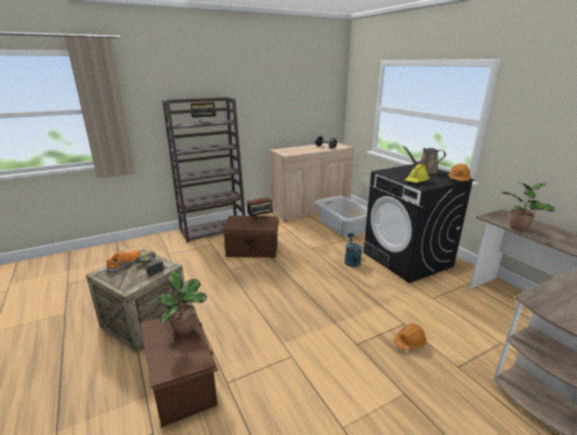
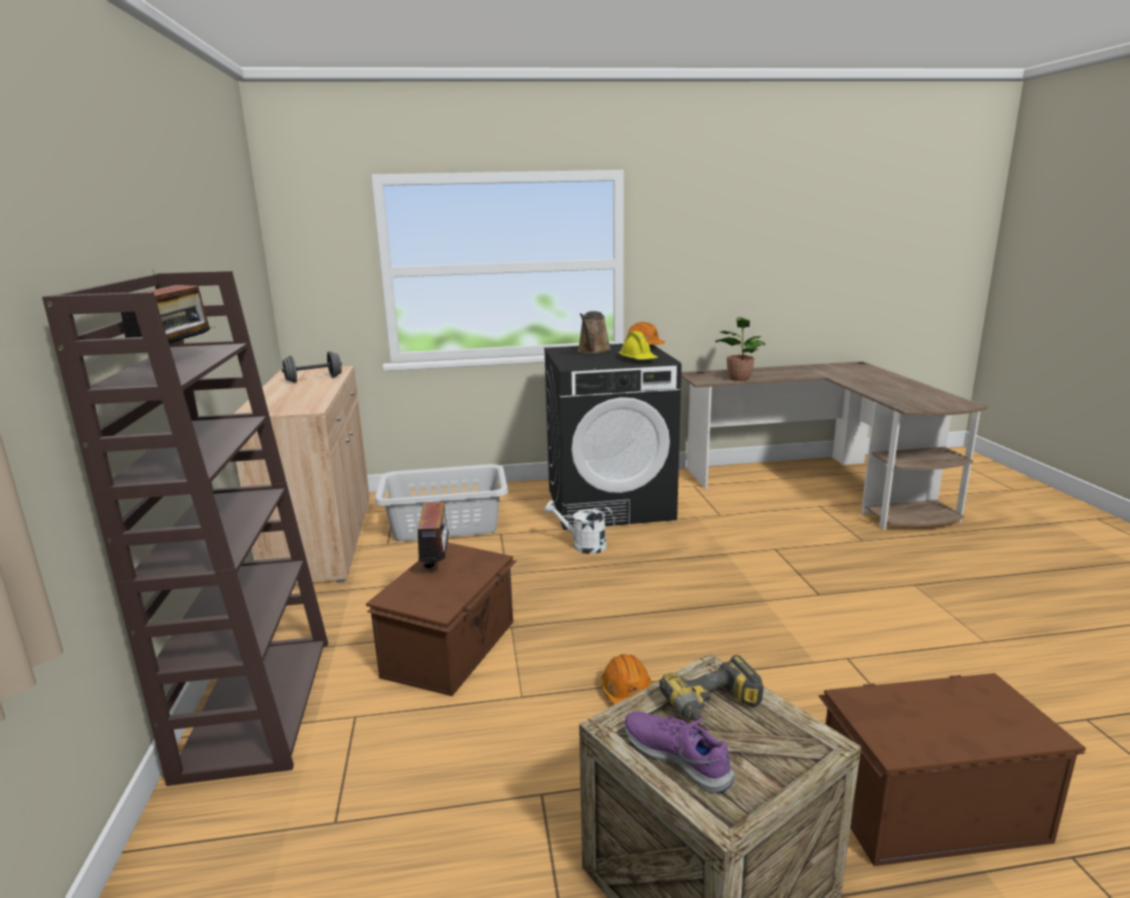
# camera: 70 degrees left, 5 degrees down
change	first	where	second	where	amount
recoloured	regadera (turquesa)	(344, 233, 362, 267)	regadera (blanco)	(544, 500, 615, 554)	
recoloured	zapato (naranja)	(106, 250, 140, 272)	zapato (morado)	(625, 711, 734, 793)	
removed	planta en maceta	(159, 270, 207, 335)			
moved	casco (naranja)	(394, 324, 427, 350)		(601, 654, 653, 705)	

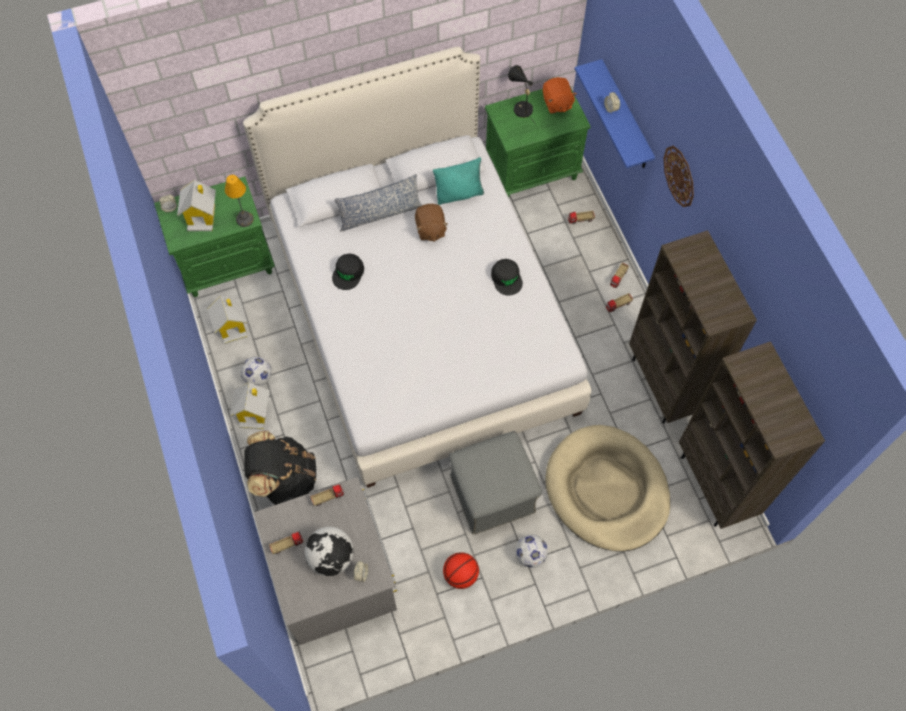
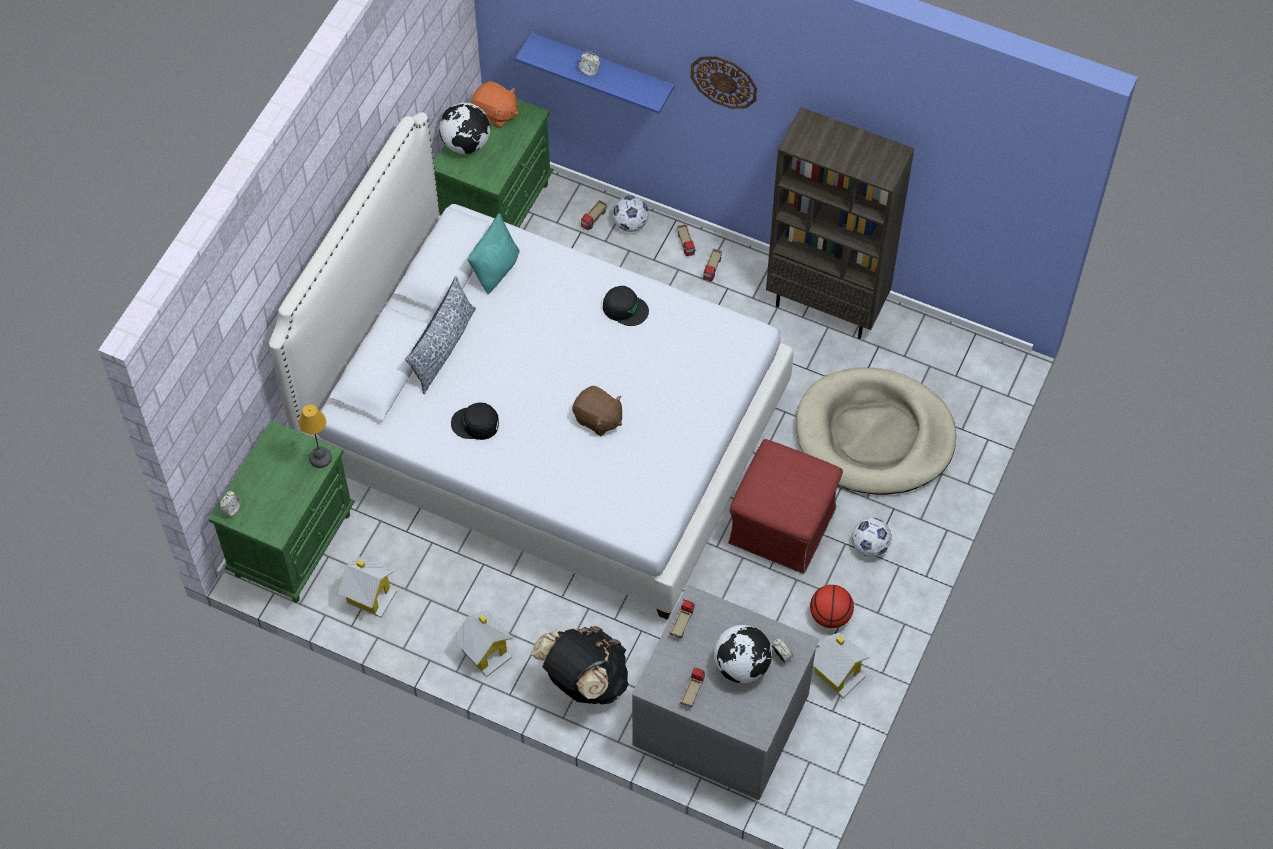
# camera: 45 degrees left, 5 degrees down
change	first	where	second	where	amount
replaced	lámpara de mesa (negro)	(508, 65, 535, 123)	globo terráqueo	(439, 103, 491, 154)	
moved	casita	(177, 180, 216, 231)		(813, 632, 869, 698)	
moved	peluche (marrón)	(415, 204, 448, 242)		(572, 386, 622, 436)	
turned	gorra (negro)	(332, 253, 364, 290)		(451, 402, 499, 440)	120 degrees clockwise
removed	estantería (marrón)	(679, 341, 825, 529)			
moved	balón de fútbol	(241, 357, 272, 386)		(613, 196, 649, 232)	
recoloured	puf (gris)	(449, 431, 542, 535)	puf (rojo)	(728, 439, 843, 574)	

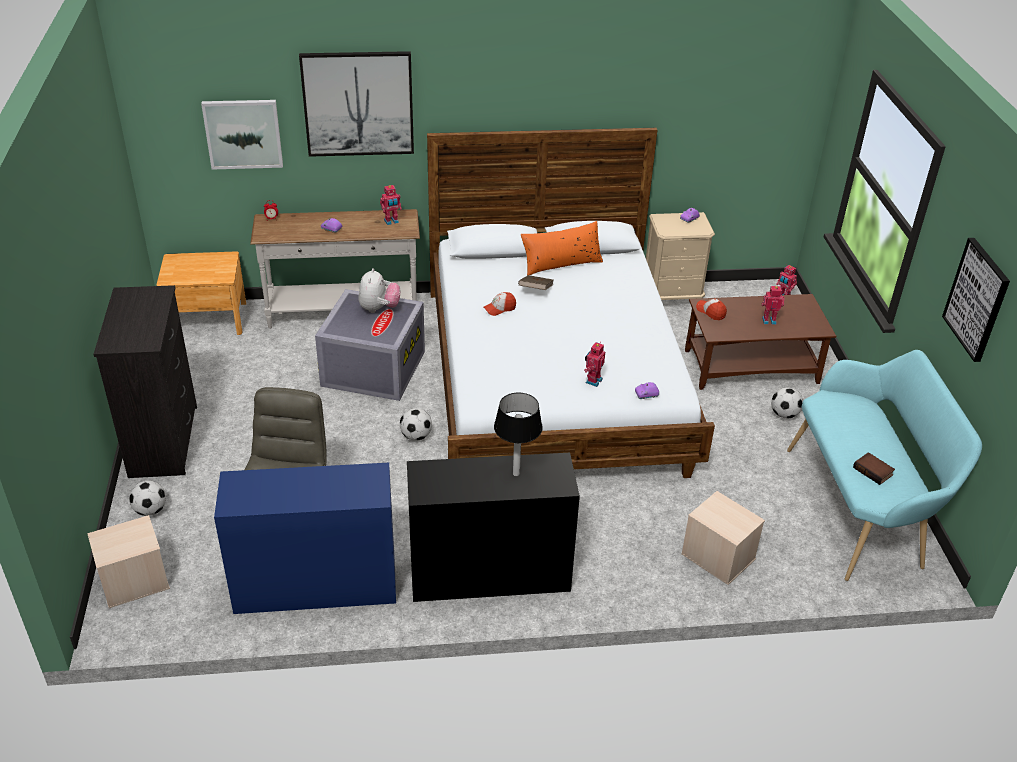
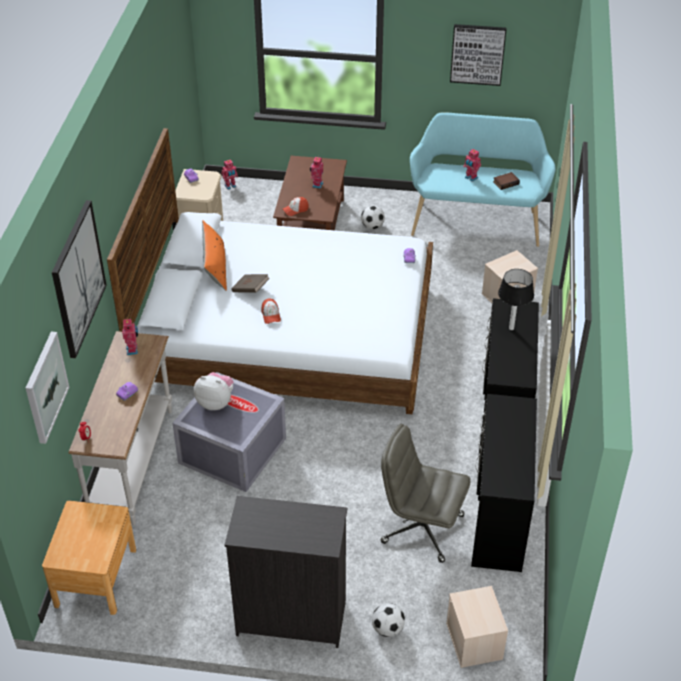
# camera: 75 degrees left, 5 degrees up
change	first	where	second	where	amount
moved	robot de juguete	(584, 342, 605, 387)		(463, 149, 481, 182)	
removed	balón de fútbol	(400, 408, 432, 441)			
recoloured	escritorio (azul)	(214, 463, 396, 614)	escritorio (negro)	(471, 394, 537, 572)	

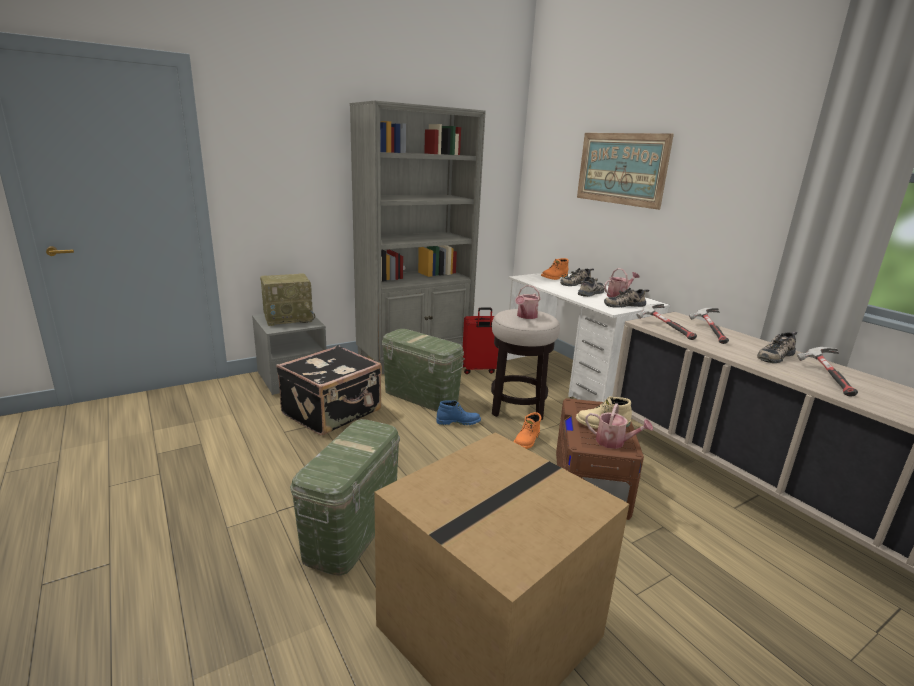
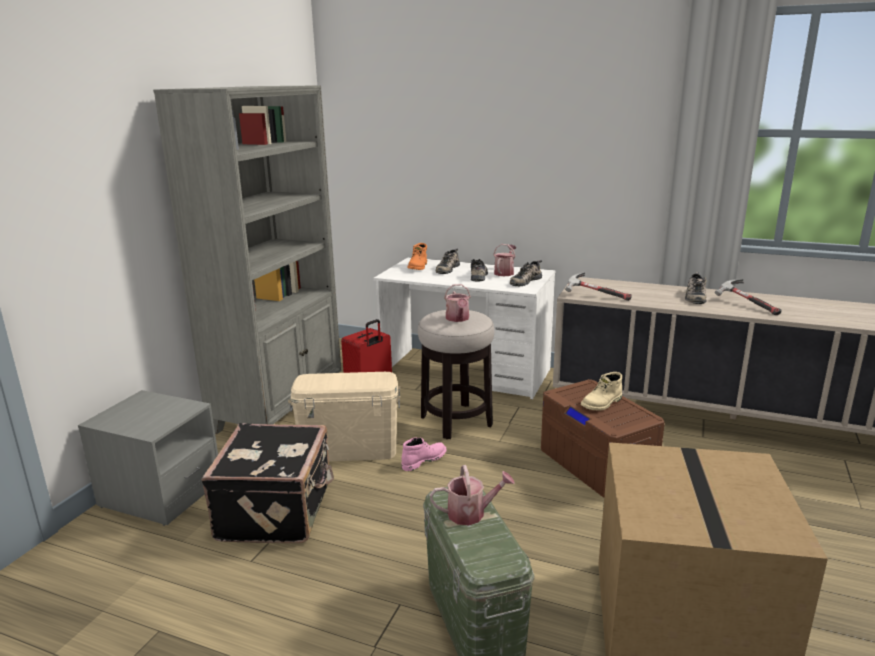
# camera: 35 degrees left, 0 degrees up
change	first	where	second	where	amount
removed	cuadro	(577, 133, 674, 210)			
removed	radio	(260, 273, 315, 326)			
removed	martillo	(689, 308, 729, 344)			
recoloured	caja de almacenaje (verde)	(382, 329, 465, 412)	caja de almacenaje (beis)	(288, 372, 400, 461)	
recoloured	bota (azul)	(436, 400, 481, 425)	bota (rosa)	(401, 437, 447, 471)	
moved	regadera	(585, 403, 653, 449)		(430, 465, 515, 525)	
removed	bota (naranja)	(514, 412, 541, 449)			

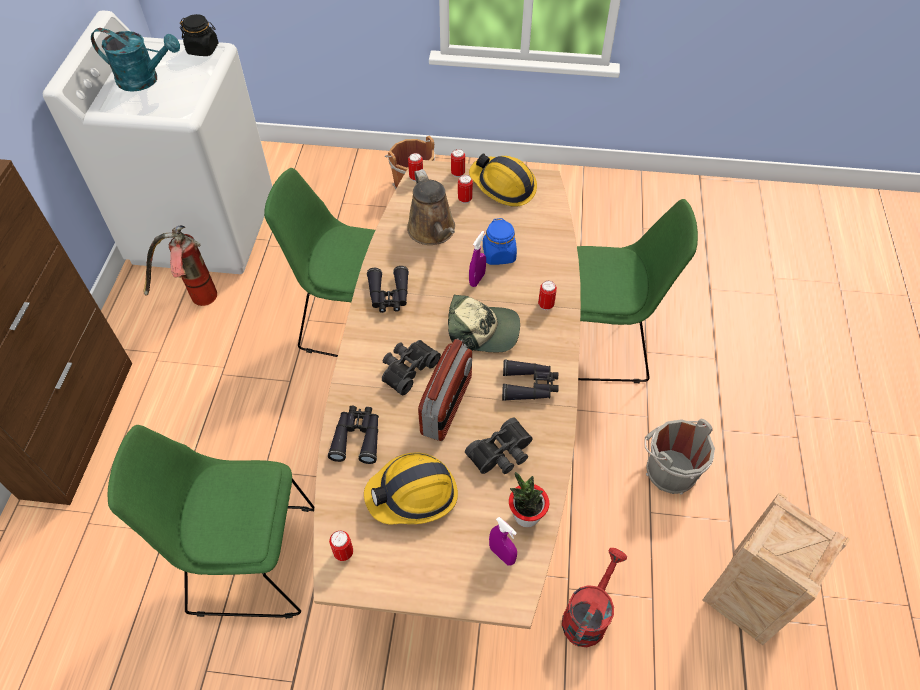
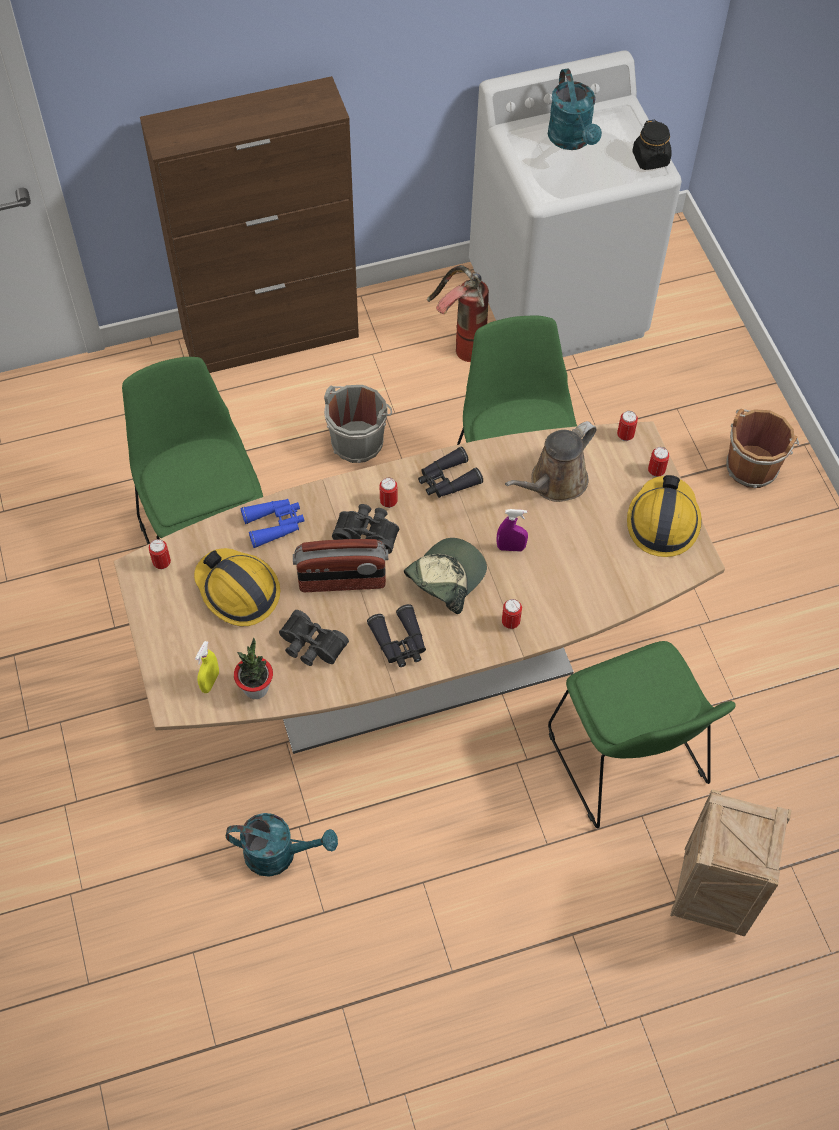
# camera: 65 degrees right, 5 degrees up
change	first	where	second	where	amount
moved	lata	(458, 175, 473, 204)		(380, 478, 398, 508)	
removed	tarro (azul)	(483, 218, 517, 265)			
turned	gorra	(448, 295, 520, 353)		(404, 538, 487, 614)	120 degrees counterclockwise
recoloured	prismáticos (negro)	(328, 406, 379, 464)	prismáticos (azul)	(240, 499, 305, 548)	
moved	cubo (gris)	(644, 418, 715, 495)		(324, 385, 392, 463)	
moved	caja de embalaje	(703, 492, 850, 645)		(670, 789, 792, 936)	
recoloured	pulverizador (morado)	(489, 517, 517, 565)	pulverizador (amarillo)	(195, 641, 219, 693)	
recoloured	regadera (rojo)	(562, 548, 627, 647)	regadera (turquesa)	(226, 813, 338, 877)	

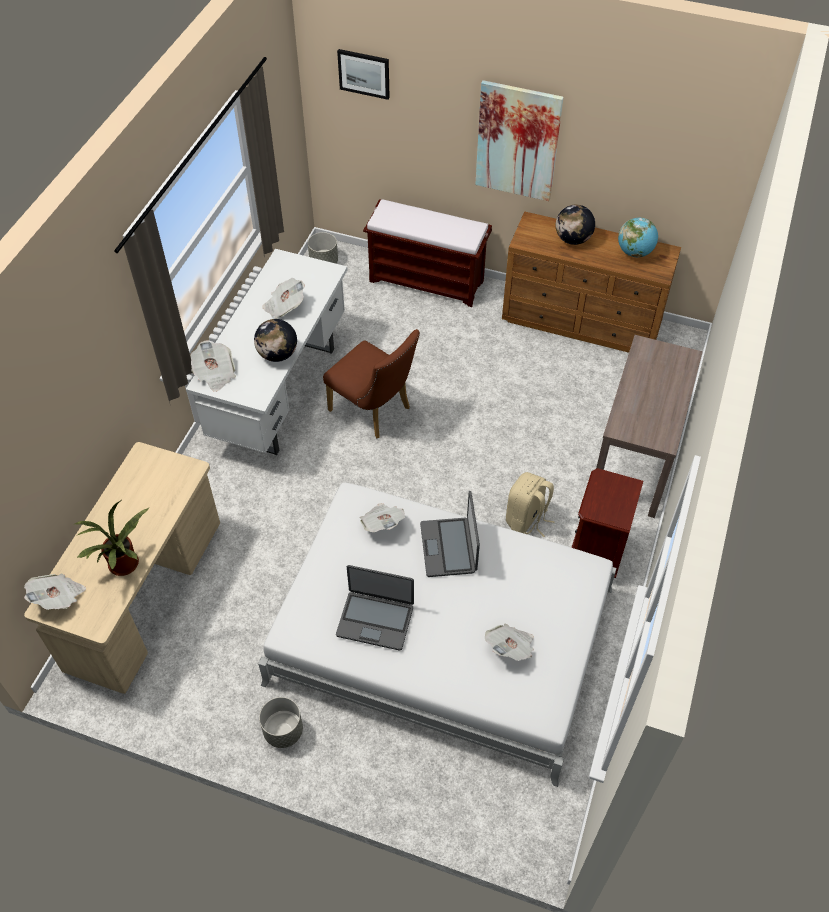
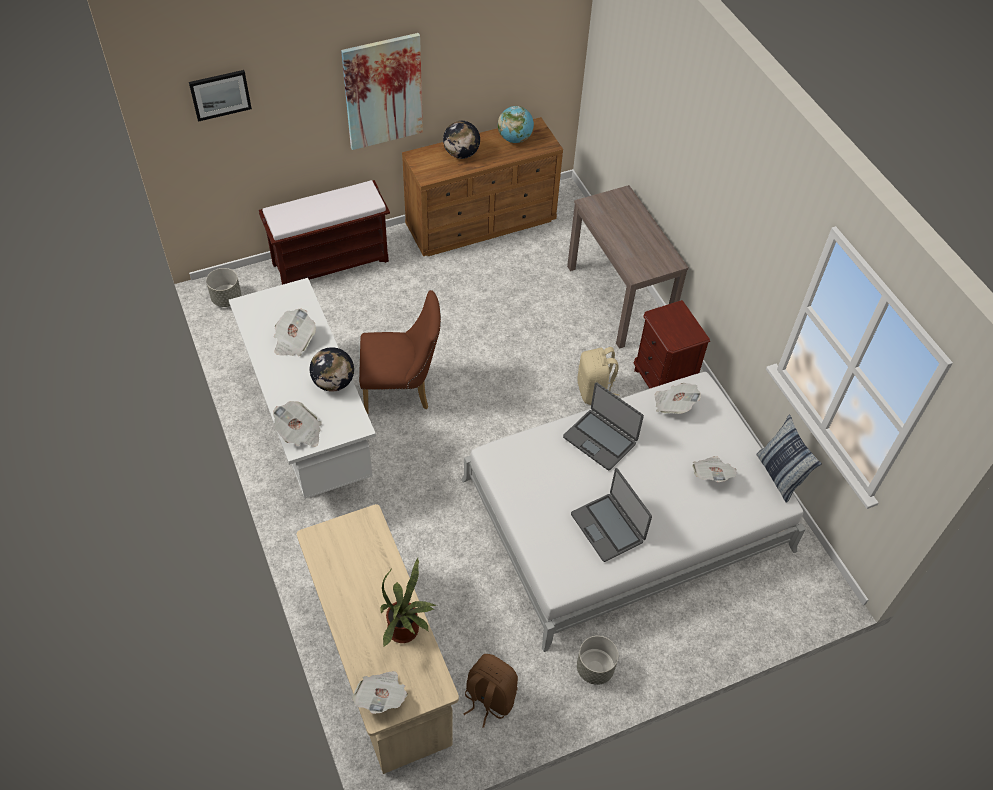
# camera: 45 degrees left, 0 degrees up
change	first	where	second	where	amount
moved	periódico	(359, 503, 406, 532)		(655, 383, 701, 414)	
turned	portátil	(336, 565, 414, 651)		(571, 468, 652, 562)	90 degrees clockwise
added			cojín	(756, 414, 822, 503)	
added			mochila (marrón)	(464, 654, 518, 728)	

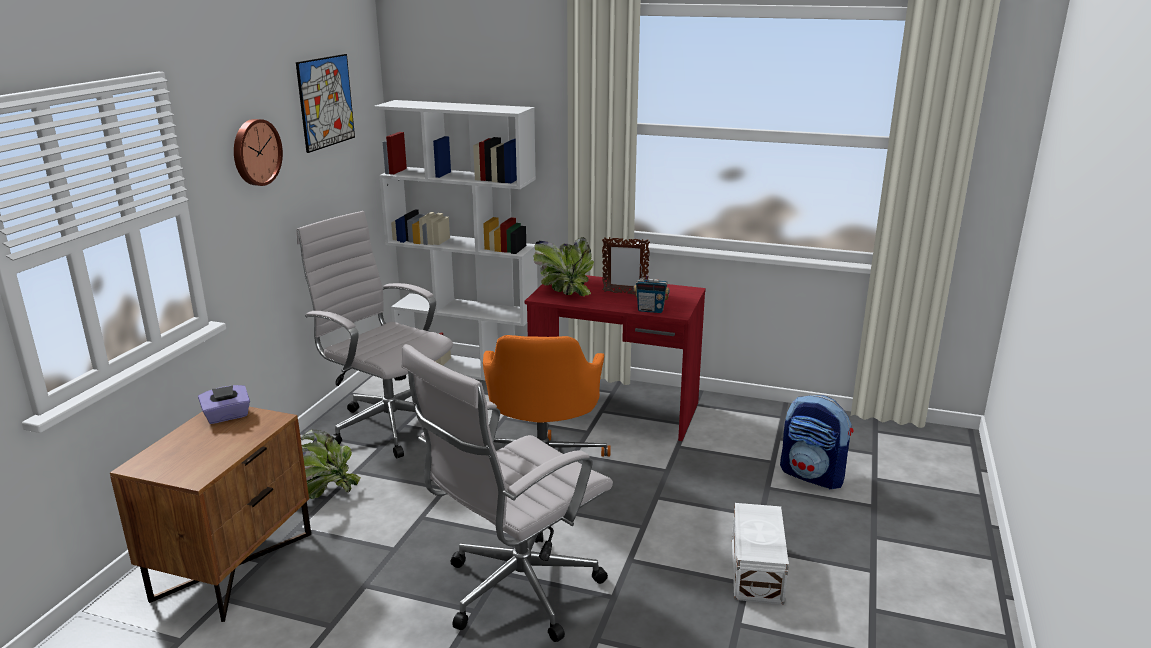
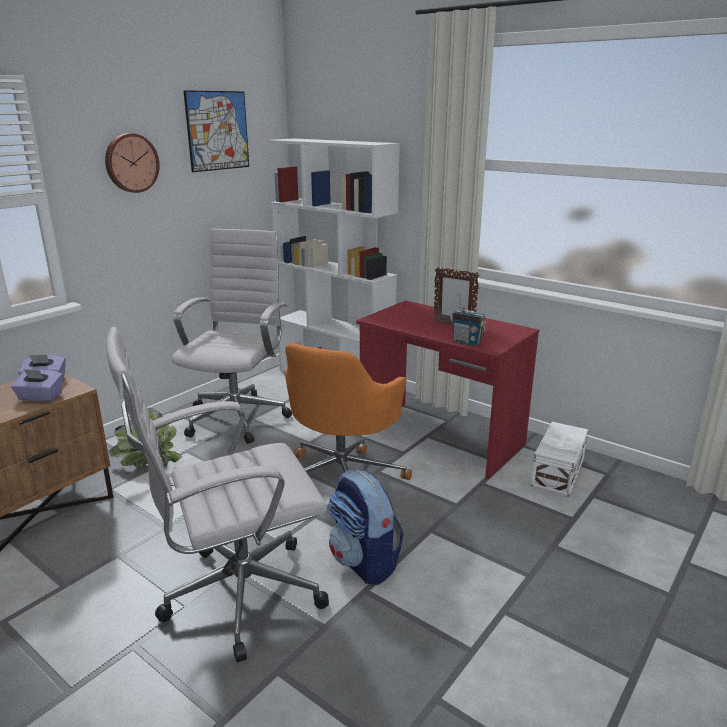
# camera: 20 degrees right, 0 degrees up
change	first	where	second	where	amount
turned	silla de oficina (blanco)	(296, 211, 453, 458)		(171, 229, 292, 444)	45 degrees clockwise
removed	planta en maceta	(533, 237, 594, 296)			
moved	mochila	(780, 395, 854, 489)		(329, 469, 404, 585)	
moved	caja de almacenaje (blanco)	(732, 503, 789, 604)		(531, 422, 588, 497)	
added			caja de pañuelos (morado)	(11, 369, 63, 402)	

